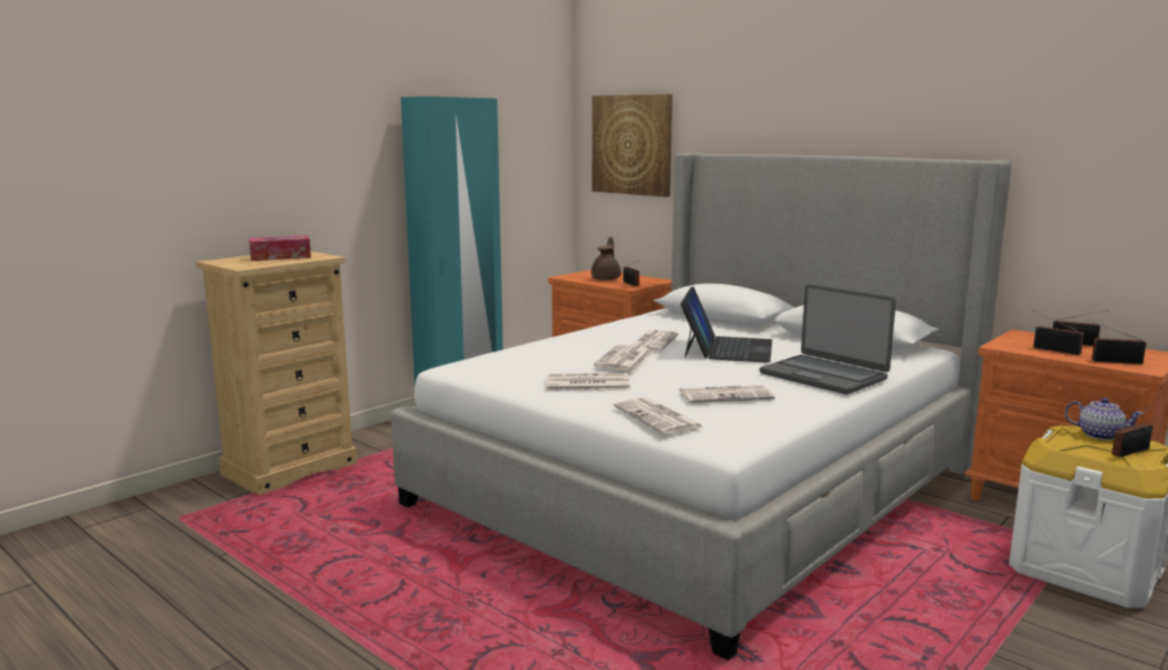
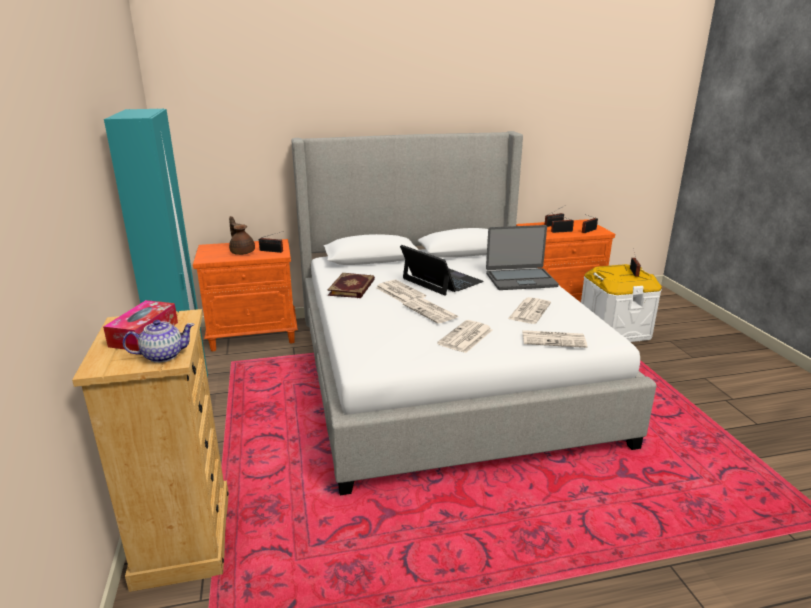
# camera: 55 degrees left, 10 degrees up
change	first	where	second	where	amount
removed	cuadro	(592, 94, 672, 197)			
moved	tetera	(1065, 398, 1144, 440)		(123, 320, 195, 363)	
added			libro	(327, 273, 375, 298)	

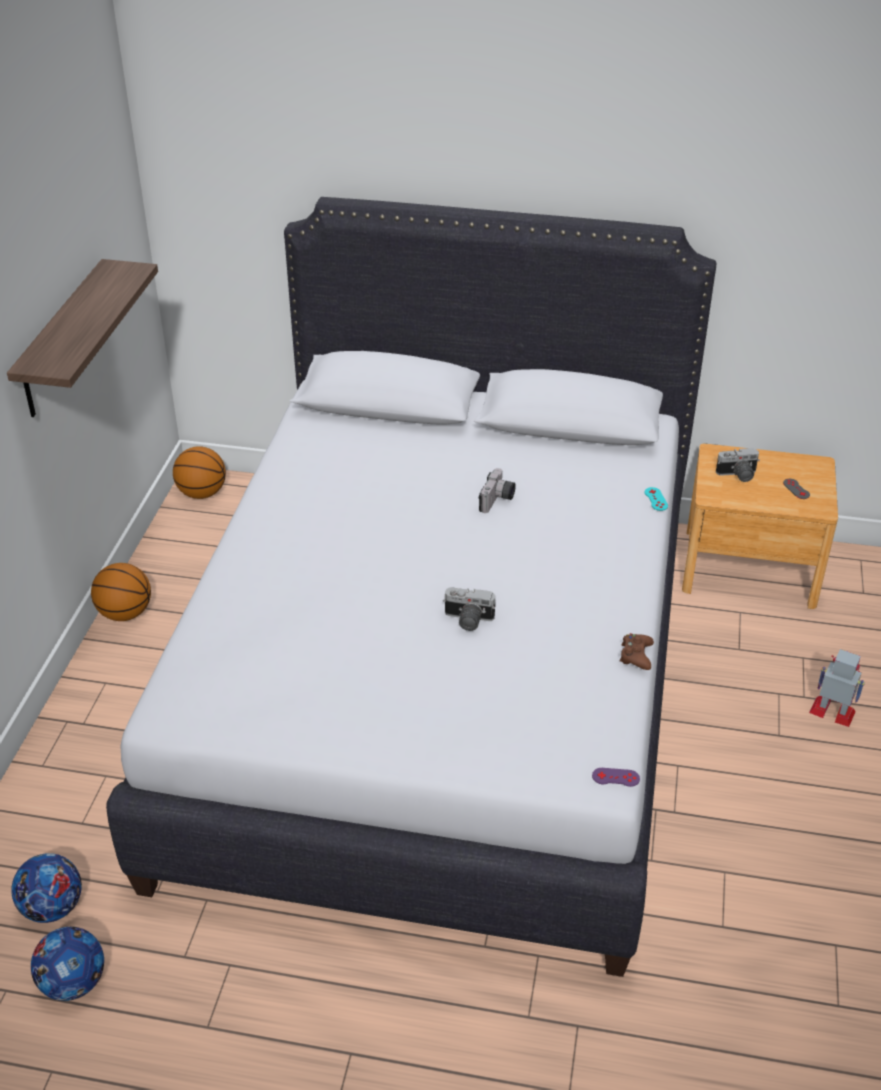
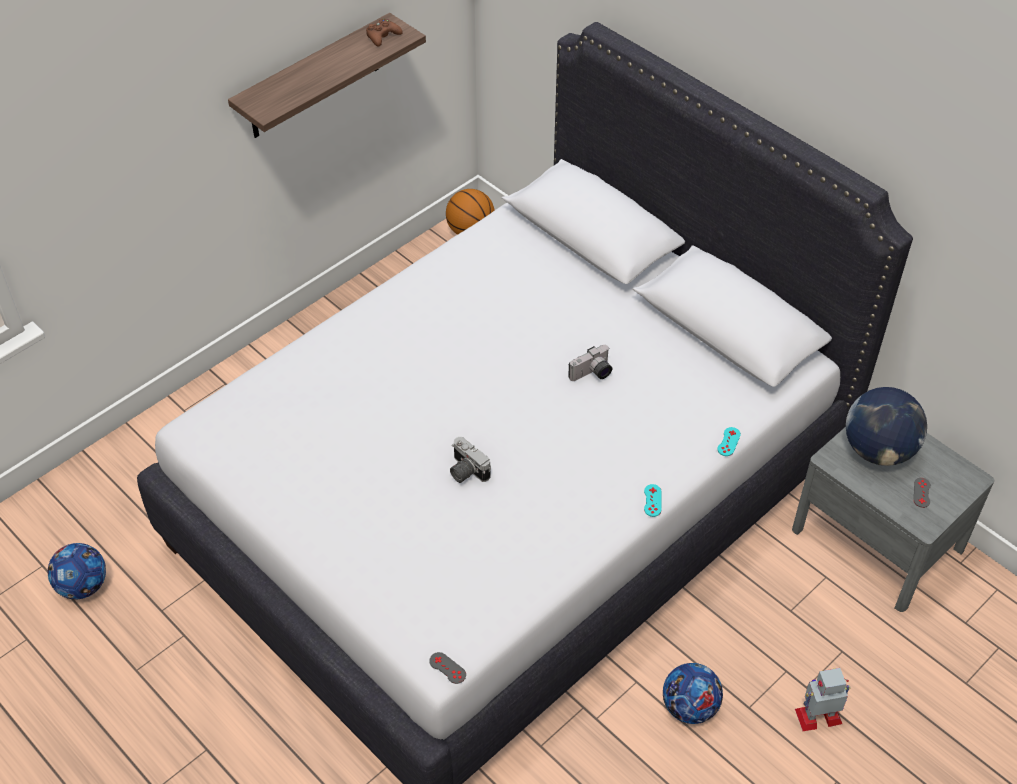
# camera: 35 degrees right, 10 degrees up
change	first	where	second	where	amount
recoloured	mesita de noche (marrón)	(682, 444, 838, 609)	mesita de noche (gris)	(792, 427, 994, 612)	
replaced	cámara	(716, 448, 760, 482)	globo terráqueo	(846, 387, 927, 466)	
removed	balón de baloncesto	(91, 563, 151, 621)			
moved	mando de consola (marrón)	(619, 633, 654, 670)		(366, 19, 403, 47)	
turned	robot de juguete	(809, 649, 865, 727)		(795, 668, 851, 731)	75 degrees counterclockwise
recoloured	mando de consola (morado)	(592, 768, 640, 787)	mando de consola (gris)	(429, 652, 466, 684)	
moved	balón de fútbol	(11, 853, 82, 923)		(663, 663, 723, 724)	
added			mando de consola (turquesa)	(644, 484, 661, 517)	

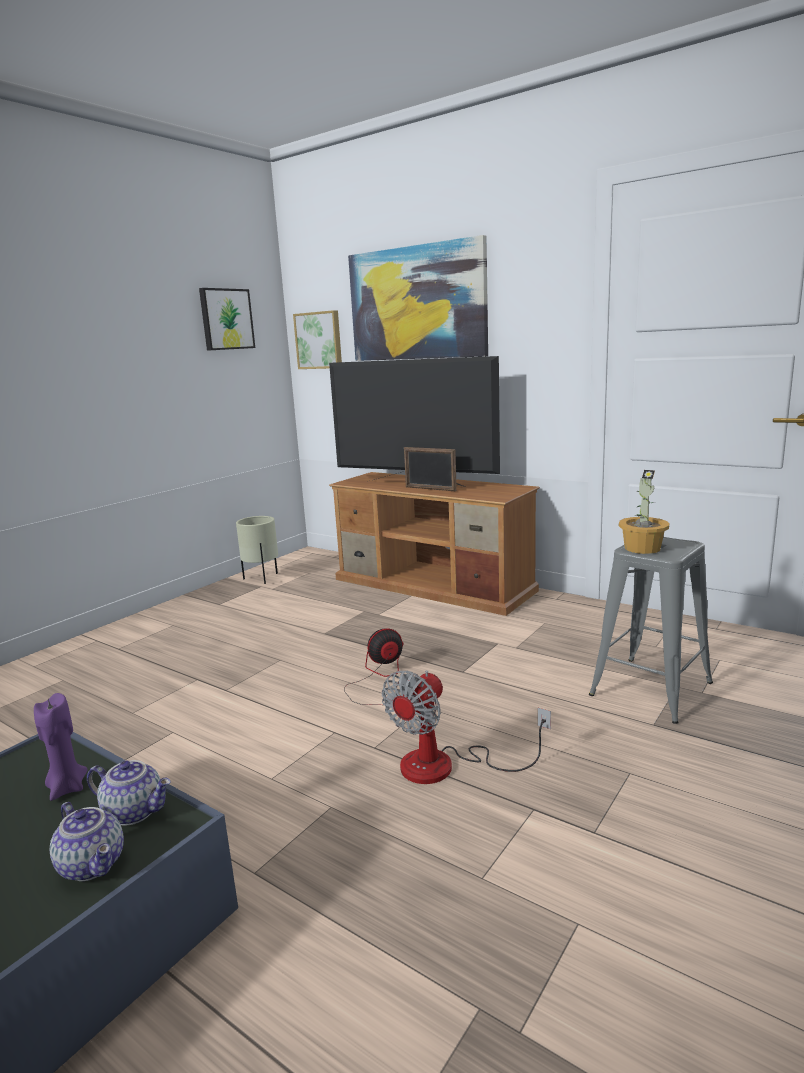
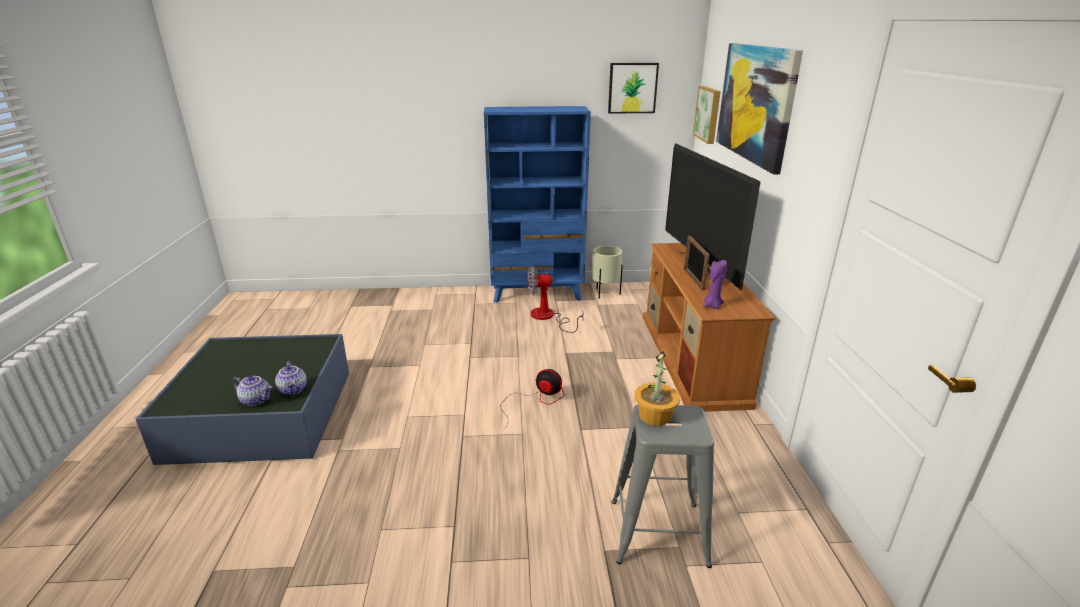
# camera: 50 degrees right, 10 degrees up
change	first	where	second	where	amount
moved	ventilador	(382, 670, 551, 784)		(527, 266, 583, 333)	
moved	vela (morado)	(34, 693, 87, 801)		(704, 260, 727, 309)	
turned	tetera	(50, 802, 124, 881)		(232, 376, 272, 406)	75 degrees counterclockwise
added			estantería (azul)	(484, 106, 591, 303)	

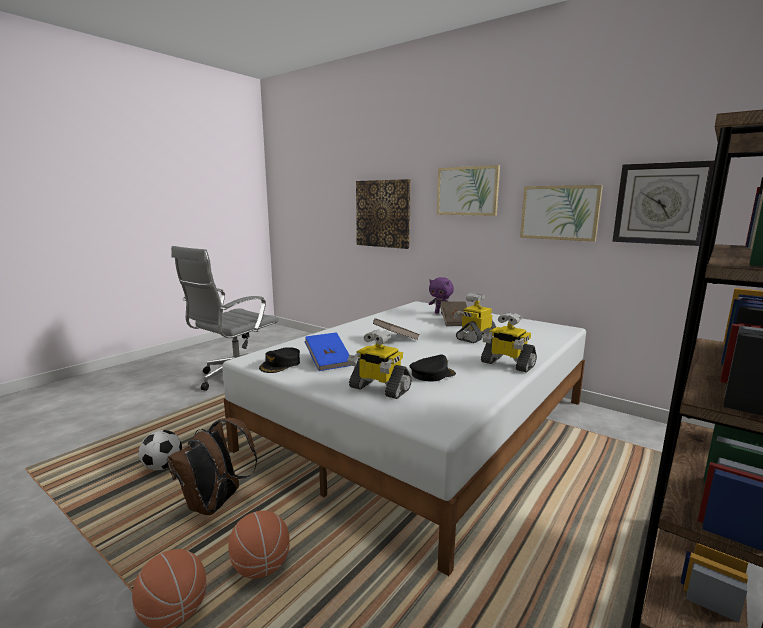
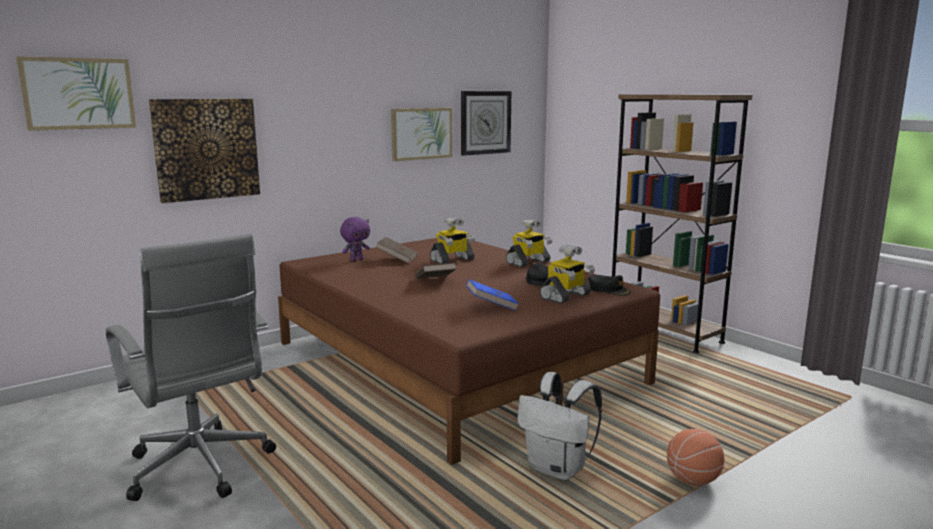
# camera: 75 degrees left, 0 degrees up
change	first	where	second	where	amount
moved	cuadro	(437, 165, 500, 216)		(16, 56, 136, 131)	
turned	robot de juguete	(454, 293, 496, 343)		(430, 217, 475, 264)	90 degrees counterclockwise
recoloured	cama (blanco)	(222, 301, 586, 576)	cama (marrón)	(278, 238, 660, 465)	
moved	gorra (negro)	(259, 347, 300, 373)		(588, 275, 631, 296)	
recoloured	mochila (marrón)	(167, 418, 257, 515)	mochila (blanco)	(517, 372, 602, 480)	
removed	balón de fútbol	(139, 430, 182, 470)			
removed	balón de baloncesto	(228, 511, 290, 579)			

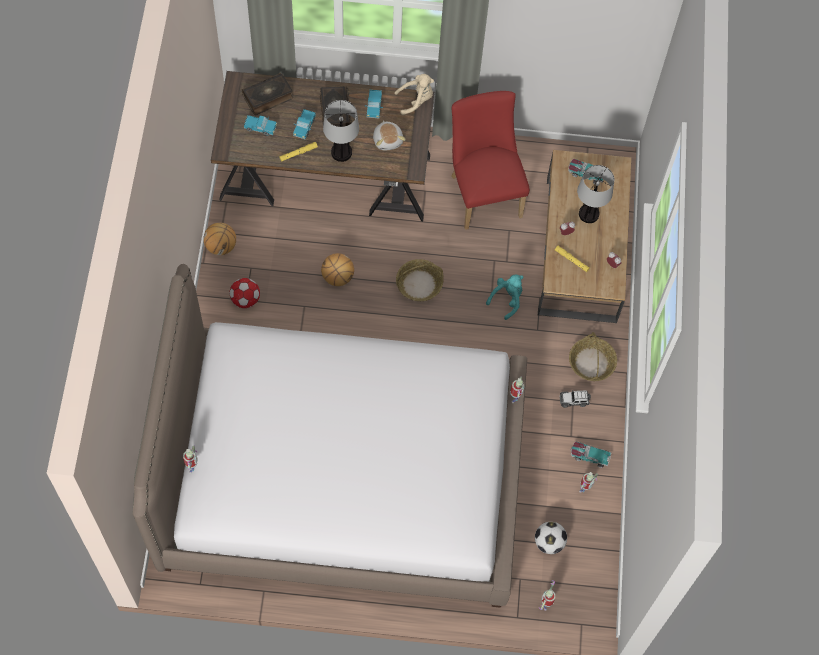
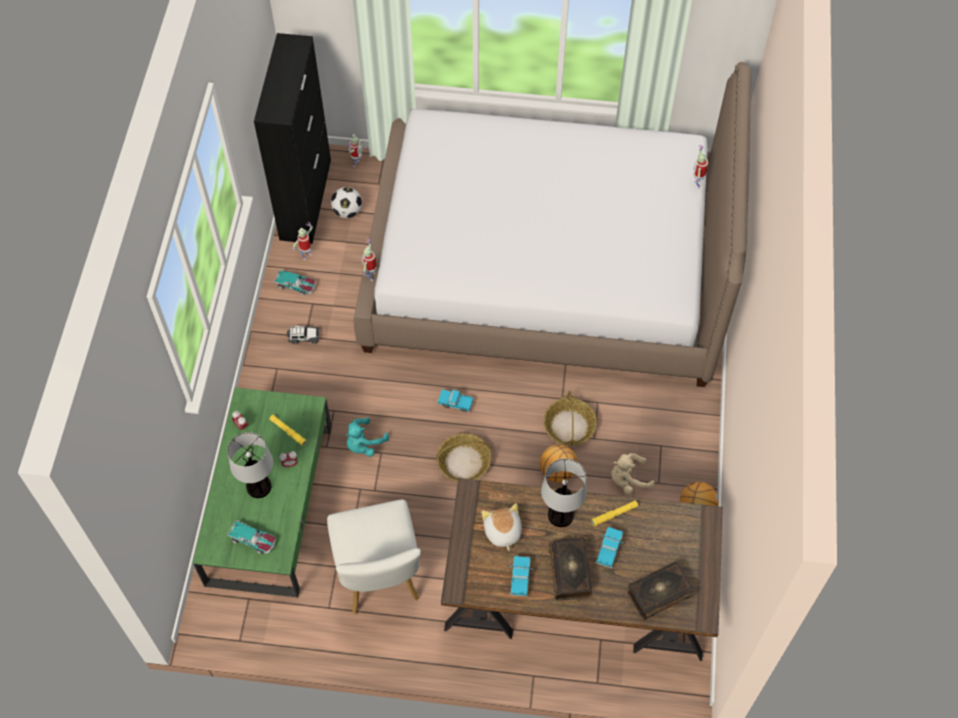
# camera: 175 degrees left, 5 degrees down
change	first	where	second	where	amount
moved	peluche (beis)	(394, 74, 434, 115)		(611, 453, 654, 494)	
recoloured	silla (rojo)	(451, 91, 530, 230)	silla (blanco)	(327, 499, 421, 614)	
moved	camión de juguete	(244, 115, 277, 135)		(437, 389, 474, 412)	
recoloured	mesa de centro (marrón)	(538, 150, 631, 323)	mesa de centro (verde)	(193, 387, 332, 598)	
removed	balón de fútbol	(230, 278, 260, 308)			
moved	cesta	(569, 332, 617, 381)		(543, 391, 597, 446)	
added			armario (negro)	(254, 33, 331, 244)	

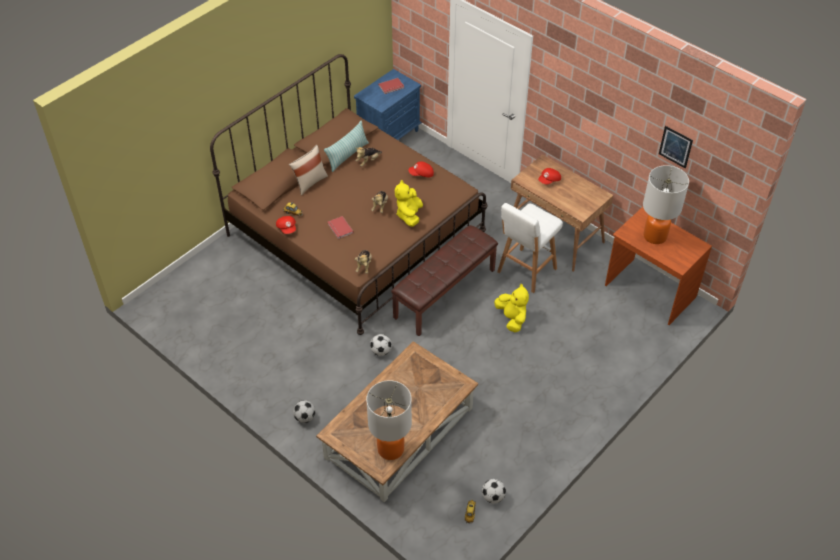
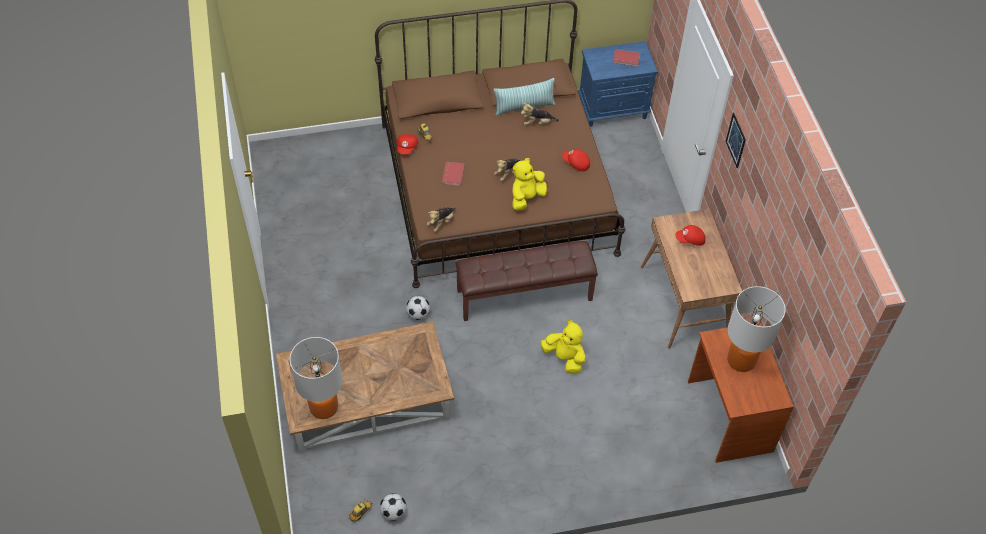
# camera: 35 degrees right, 5 degrees up
change	first	where	second	where	amount
moved	cuadro	(659, 126, 693, 168)		(725, 113, 746, 168)	
removed	cojín (beis)	(289, 145, 328, 196)			
removed	taburete (blanco)	(497, 203, 563, 293)			
turned	peluche (amarillo)	(494, 284, 529, 332)		(541, 320, 586, 374)	60 degrees counterclockwise
removed	balón de fútbol	(293, 400, 315, 423)			

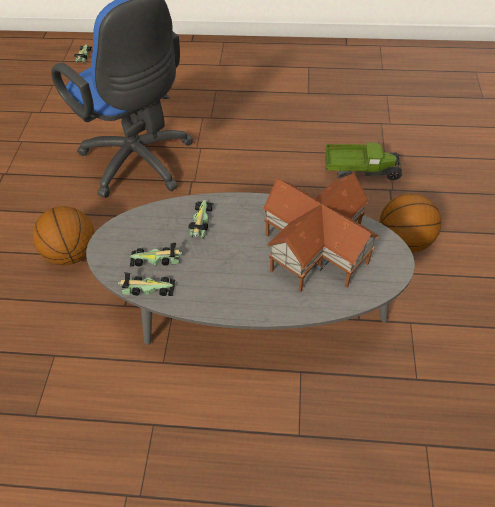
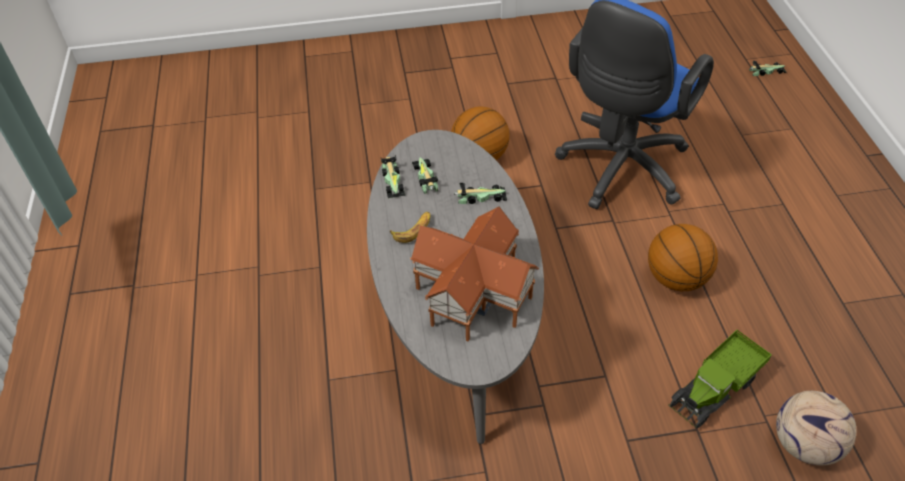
# camera: 75 degrees right, 5 degrees down
change	first	where	second	where	amount
turned	camión de juguete	(325, 142, 403, 180)		(668, 330, 772, 428)	60 degrees clockwise
moved	balón de baloncesto	(379, 194, 441, 253)		(648, 224, 718, 291)	
added			plátano	(390, 212, 430, 243)	
added			balón de fútbol	(776, 391, 856, 465)	

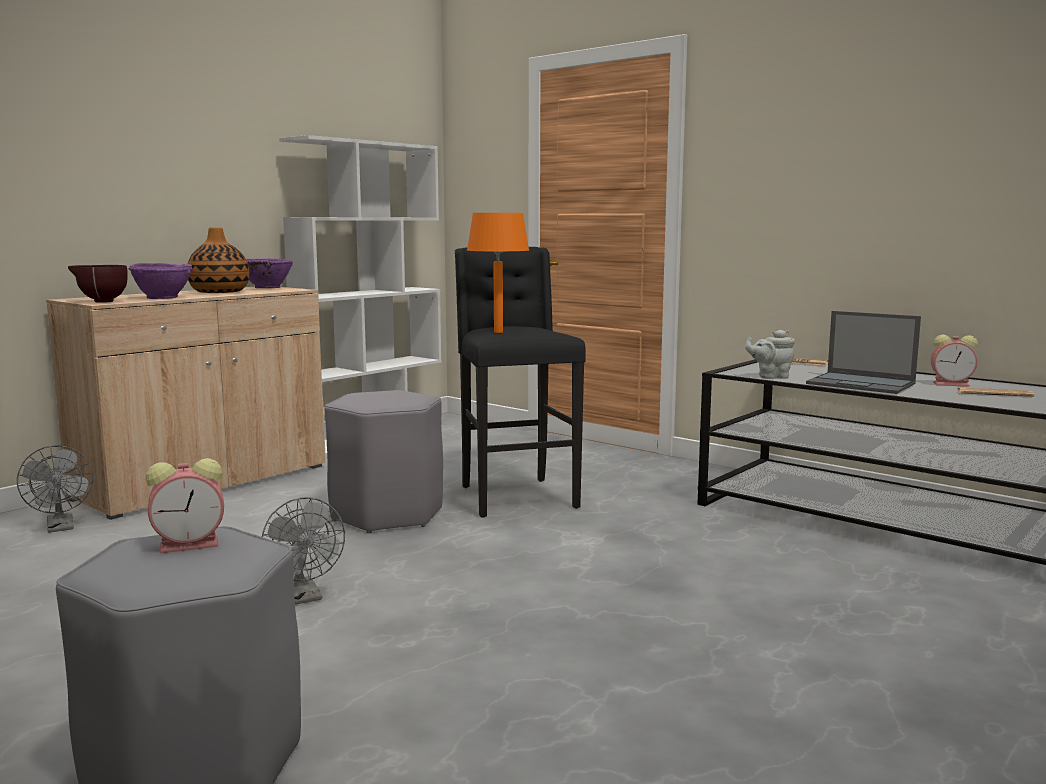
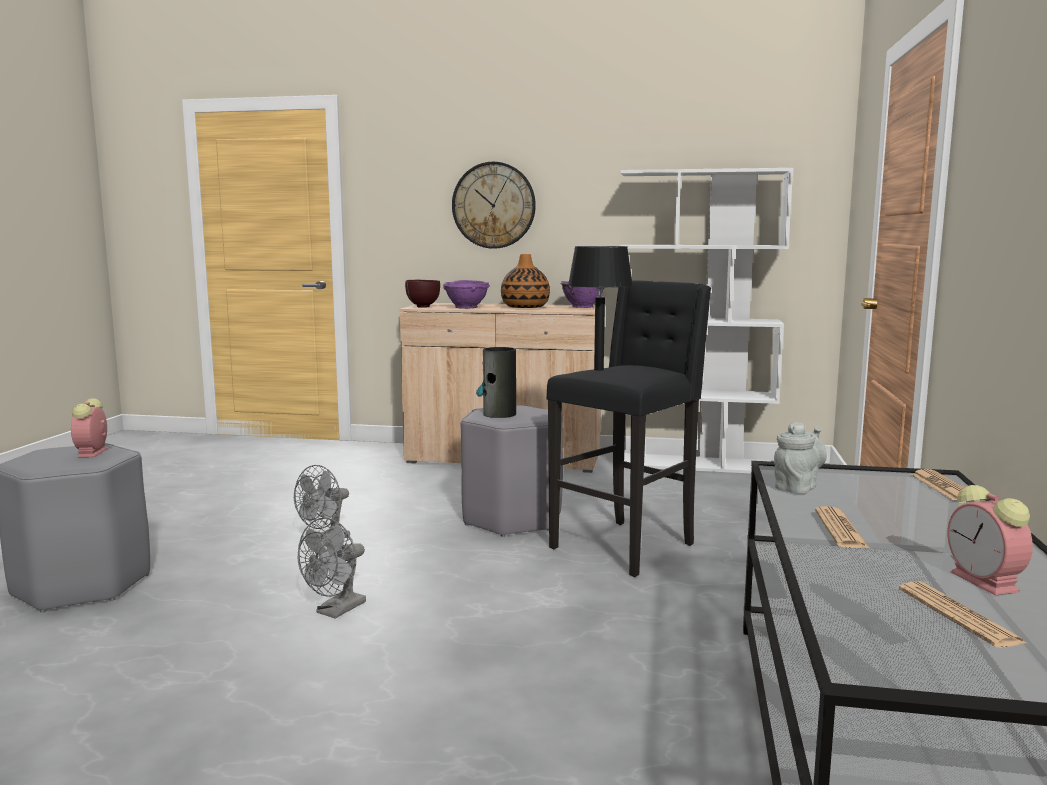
# camera: 60 degrees right, 0 degrees up
change	first	where	second	where	amount
recoloured	lámpara de mesa (naranja)	(467, 213, 529, 333)	lámpara de mesa (negro)	(568, 246, 633, 371)	
replaced	portátil	(806, 311, 921, 394)	periódico	(815, 506, 870, 548)	
turned	tetera (gris)	(745, 330, 795, 379)		(774, 422, 827, 494)	75 degrees clockwise
moved	ventilador (gris)	(17, 445, 93, 533)		(298, 518, 366, 619)	
turned	despertador	(145, 458, 224, 554)		(71, 399, 108, 458)	45 degrees clockwise
added			reloj de pared	(452, 162, 536, 249)	
added			florero	(476, 347, 516, 418)	

